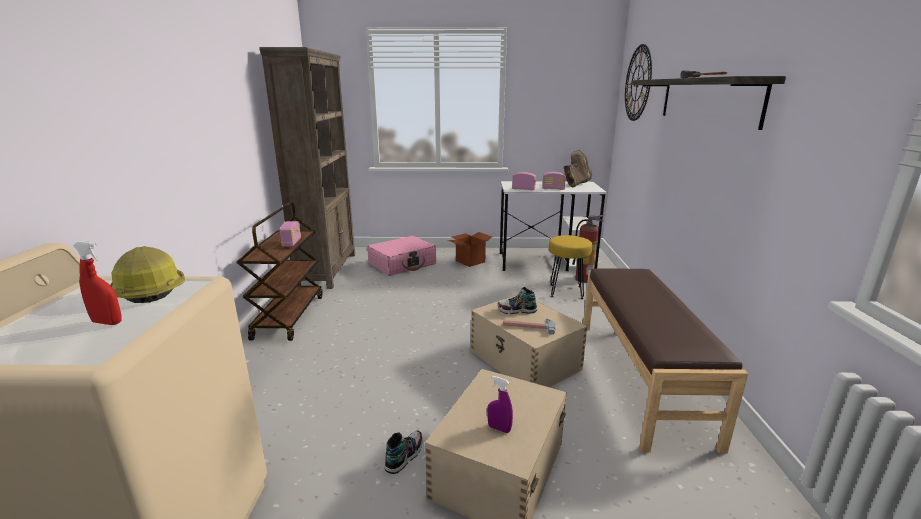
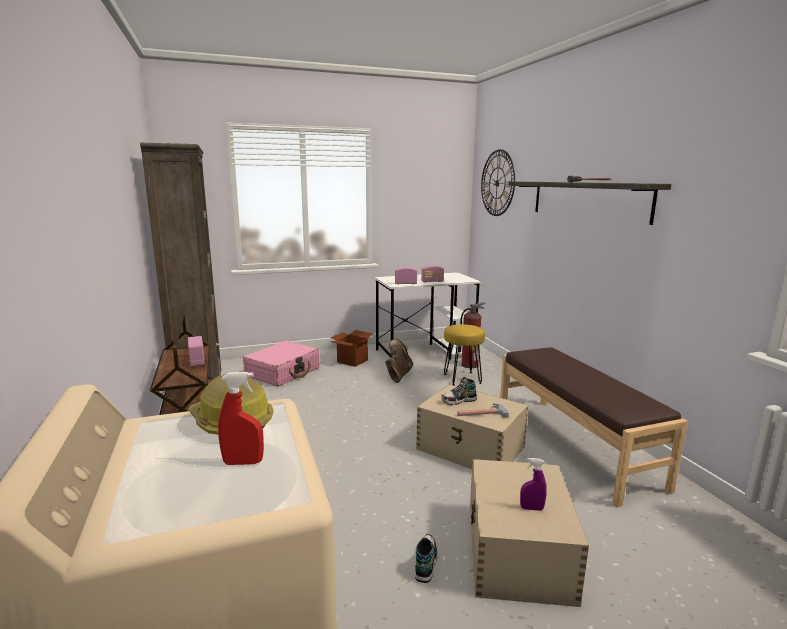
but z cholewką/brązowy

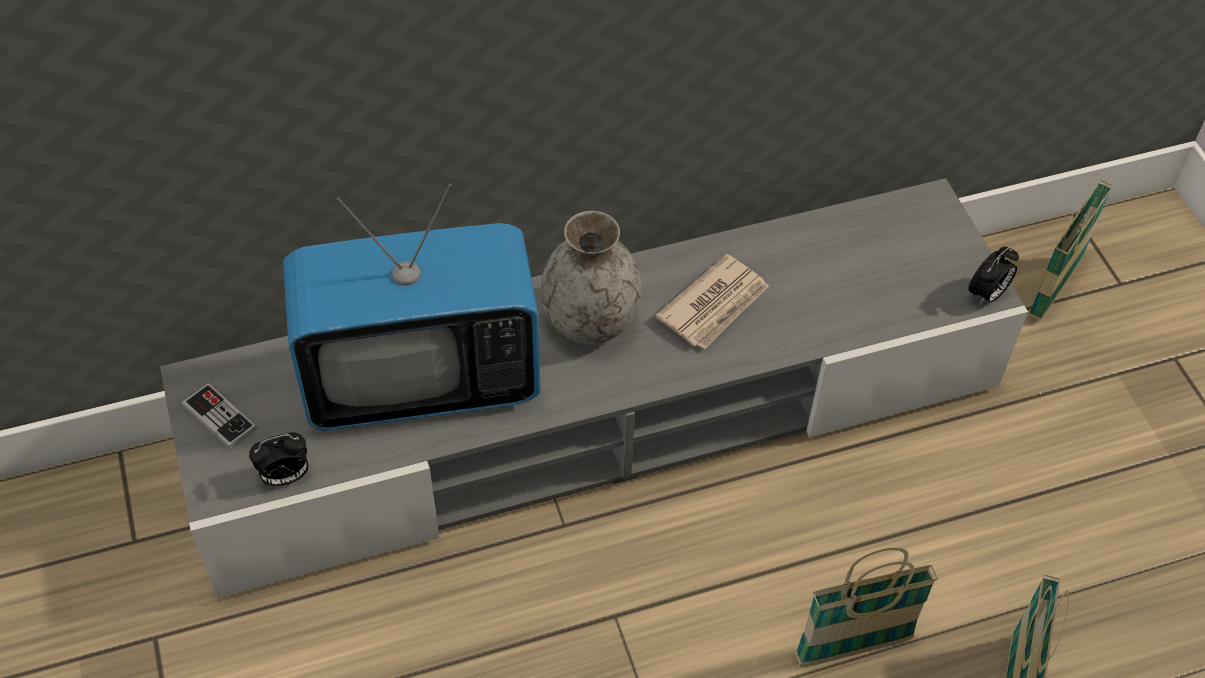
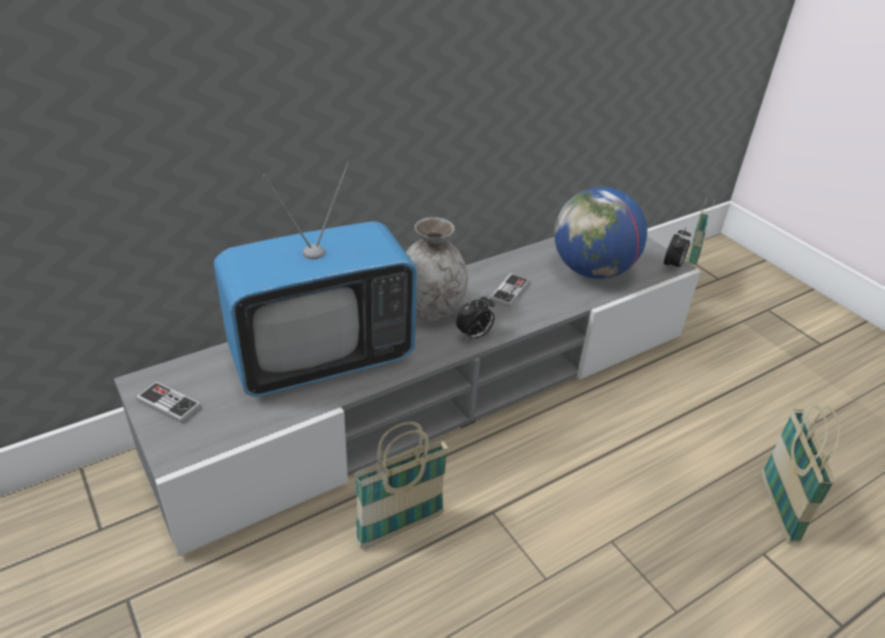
pad do gier (2nd from left)
budzik (1st from left)
koszyk (1st from left)
globus

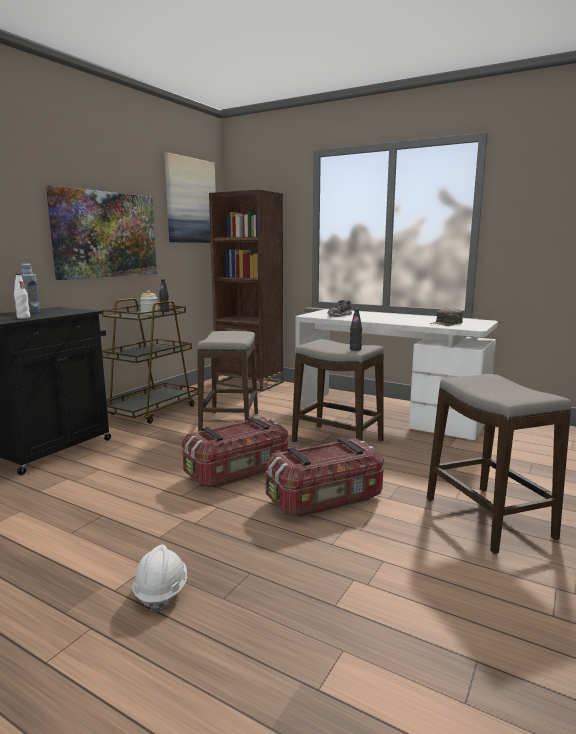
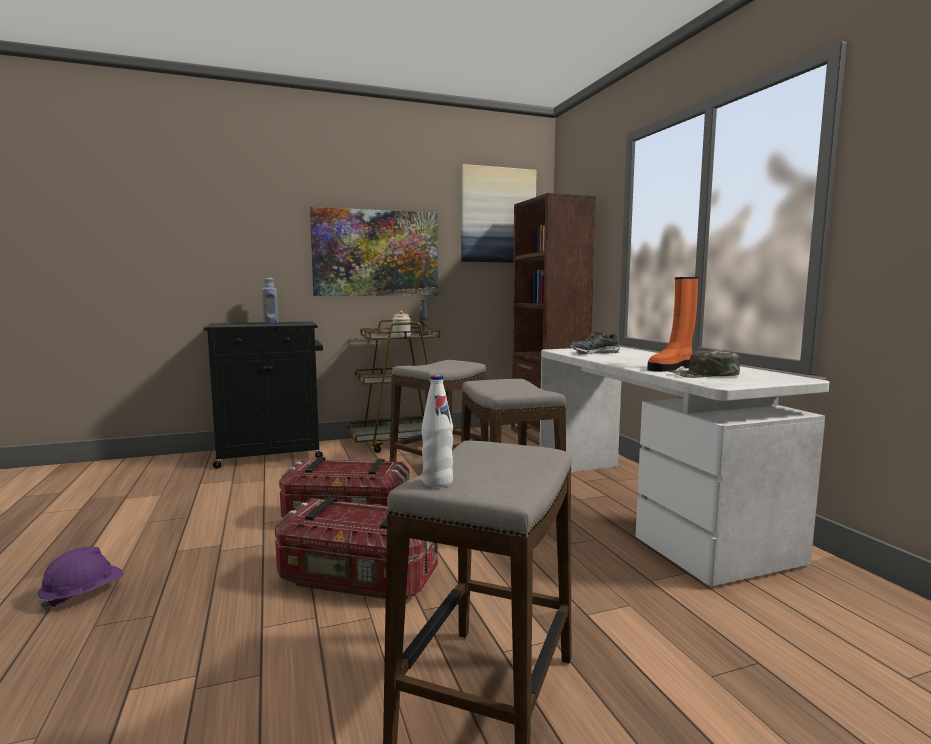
butelka/biały
butelka/czarny (2nd from left in the first image)
kask/fioletowy
but z cholewką/pomarańczowy

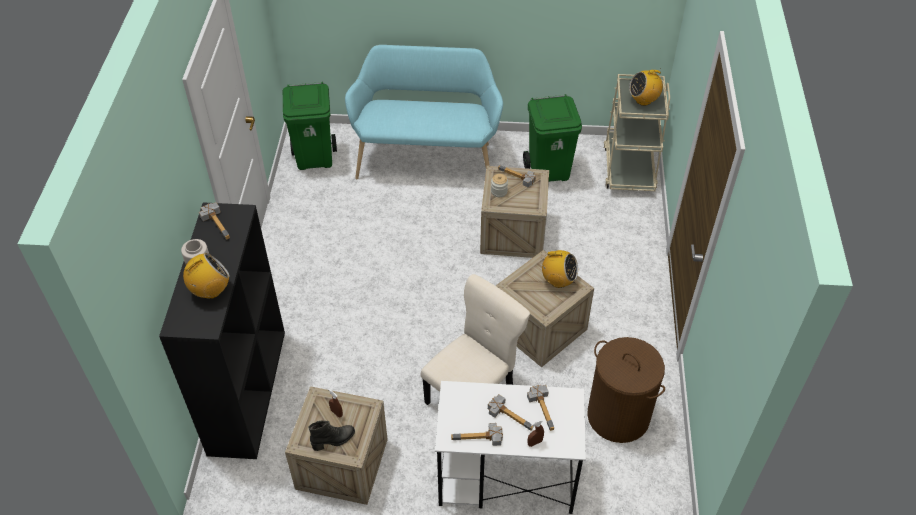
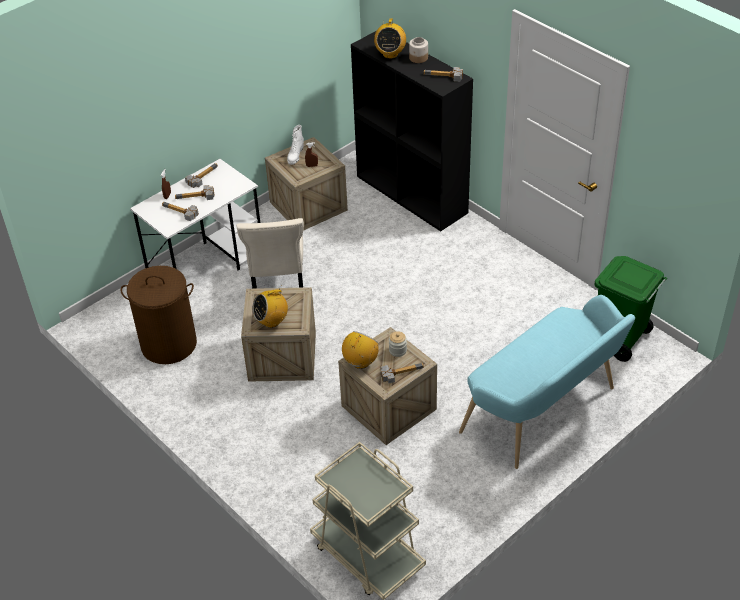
radio (2nd from left)
kosz na śmieci/zielony (2nd from left in the first image)
but z cholewką/biały

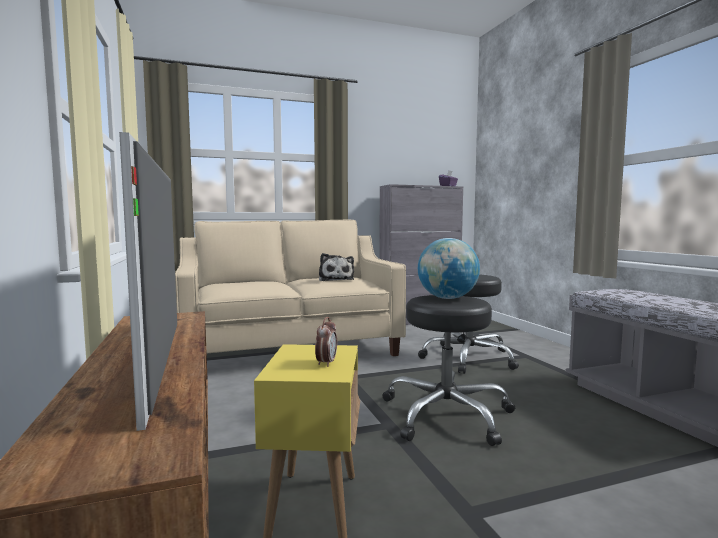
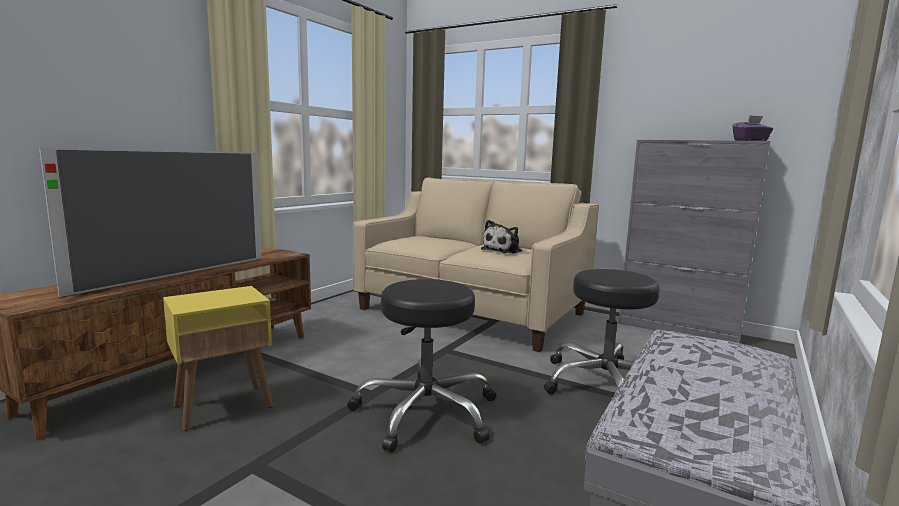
globus
budzik

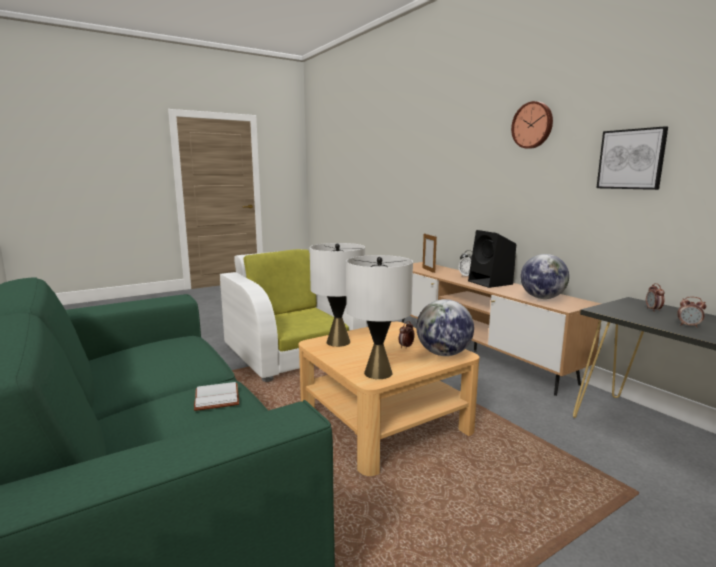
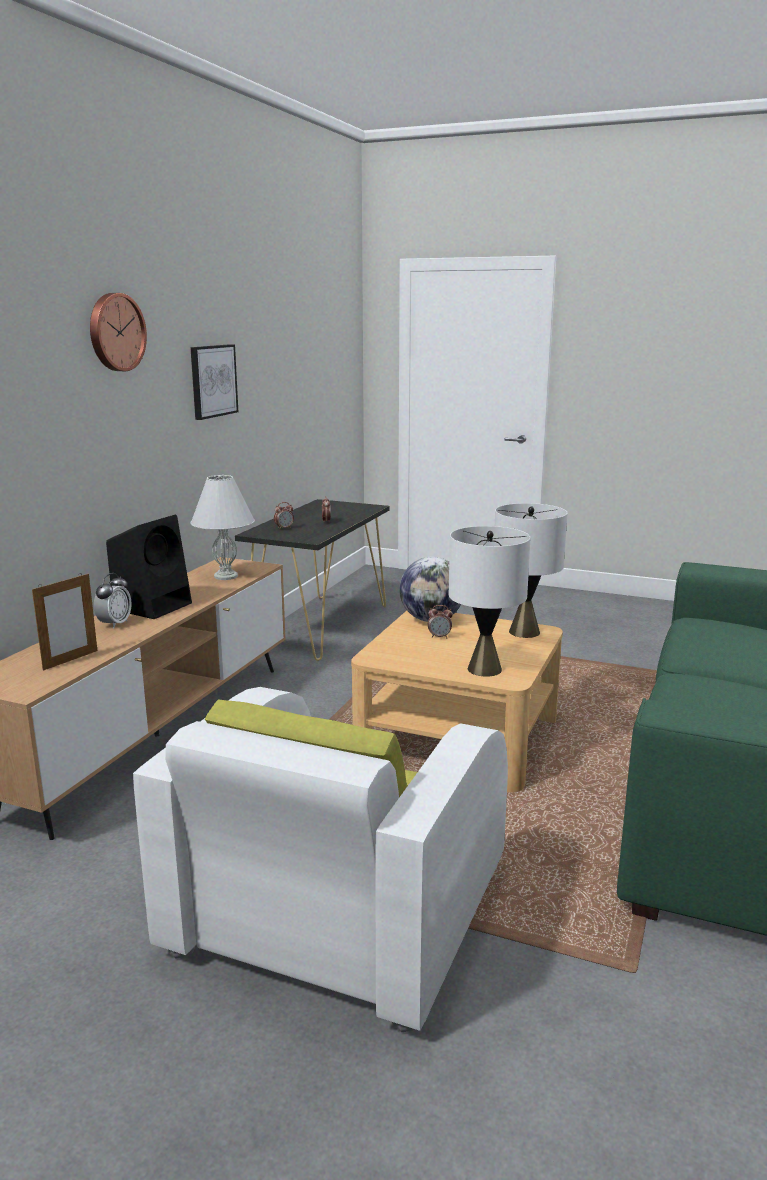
lampa stołowa/biały (1st from left)
książka/biały

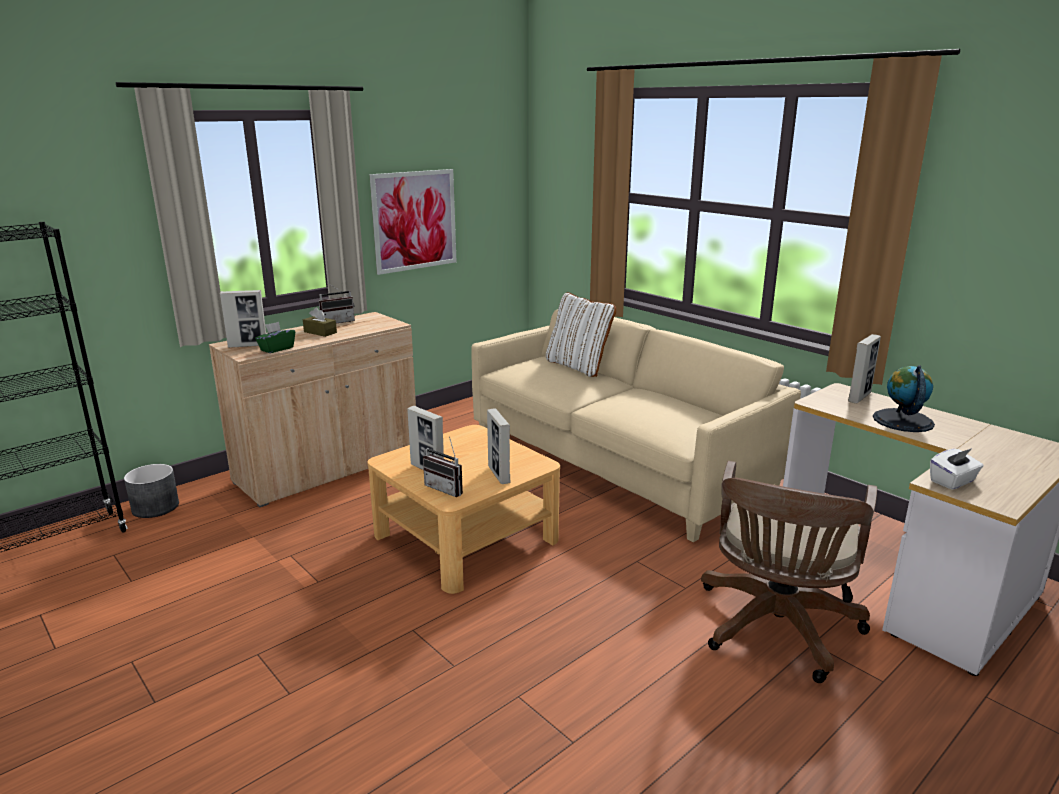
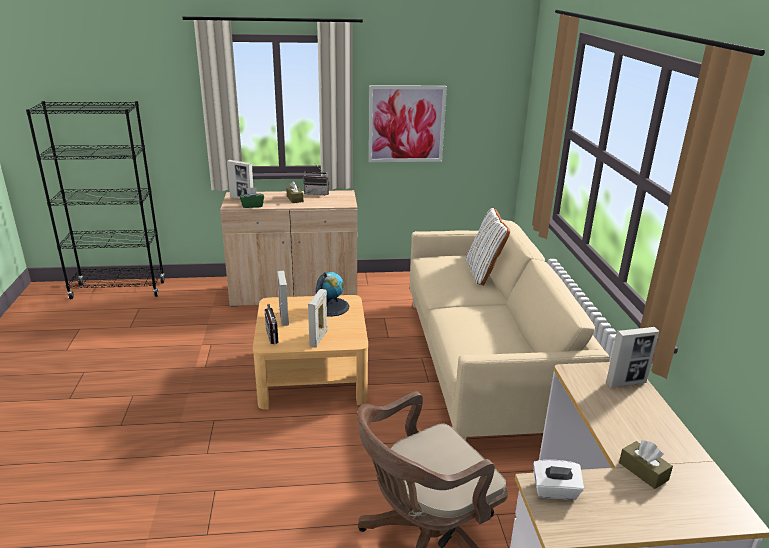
globus
donica/szary
pudełko chusteczek/brązowy (2nd from left)

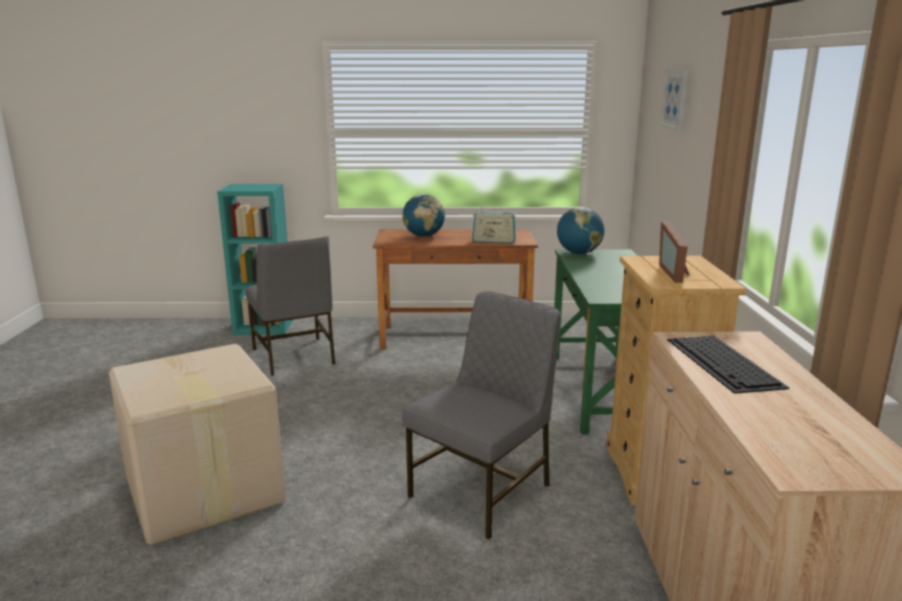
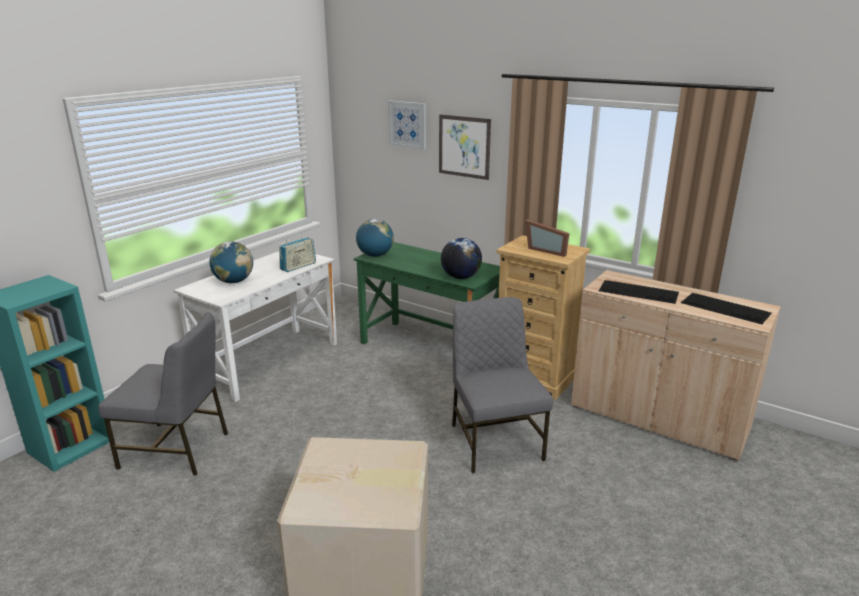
biurko/biały
obraz (2nd from left)
globus (3rd from left)
klawiatura (2nd from left)

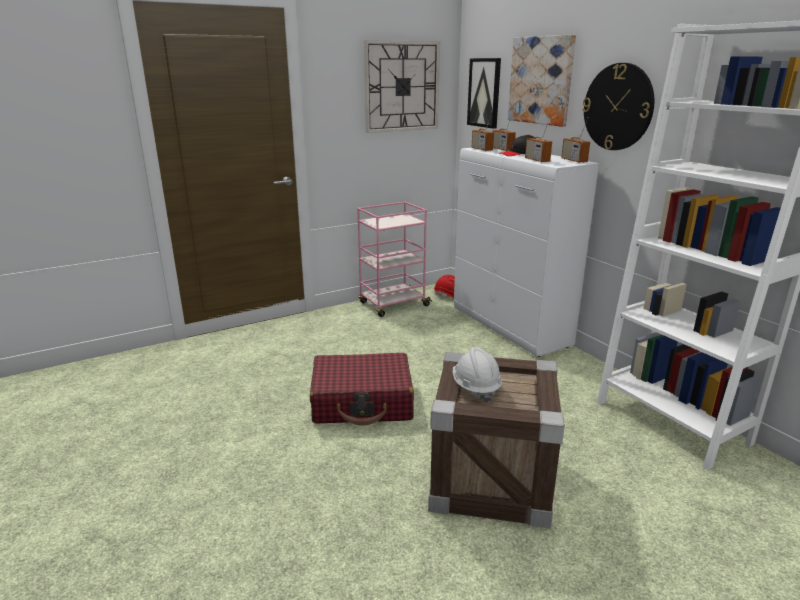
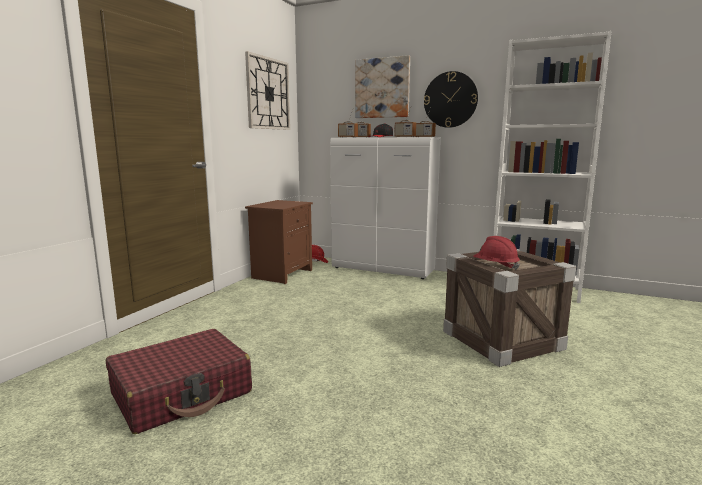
obraz (1st from left in the first image)
szafka nocna/brązowy
kask/czerwony (2nd from left)
walizka/czerwony

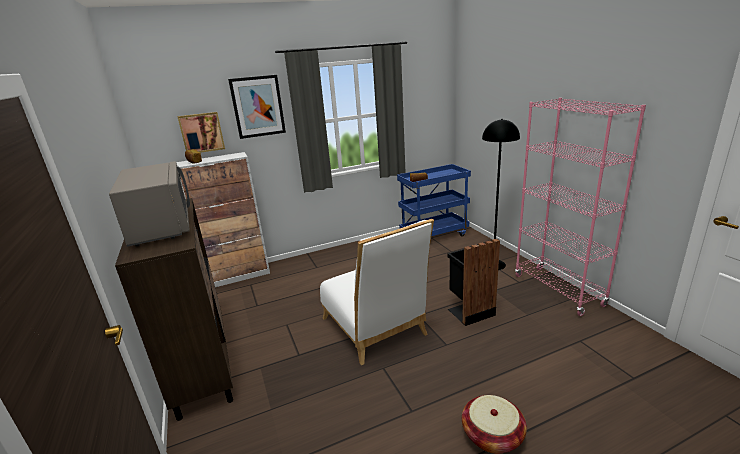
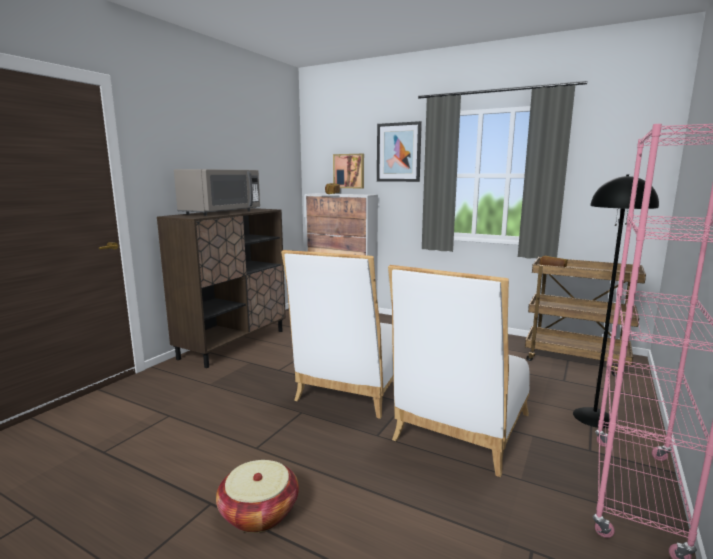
wózek/brązowy
krzesło/biały (2nd from left)

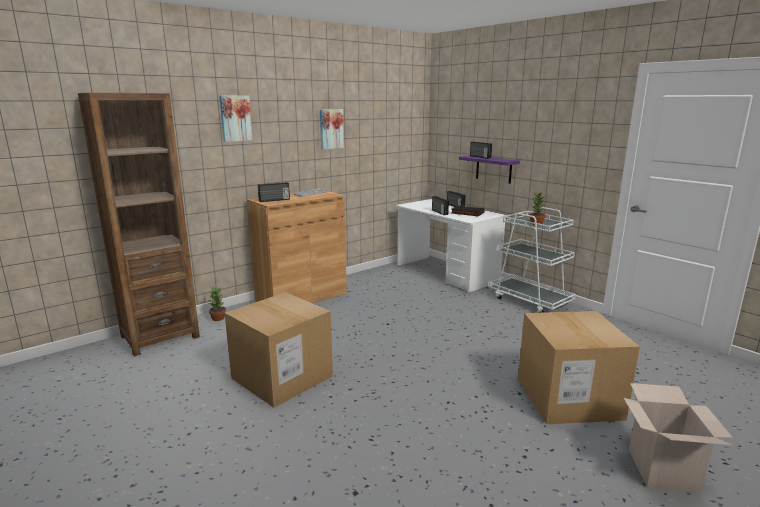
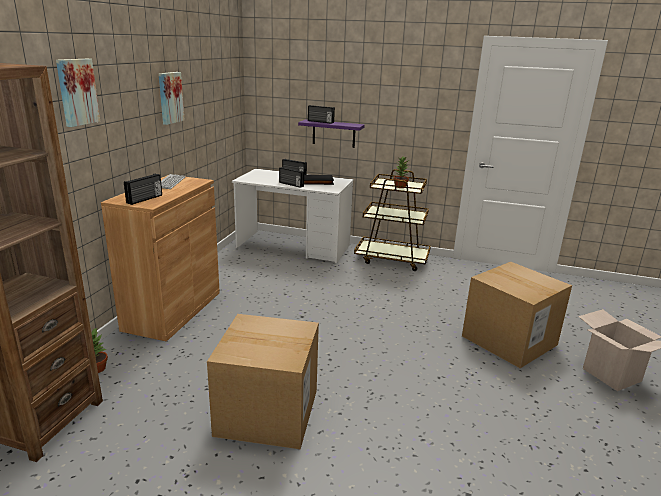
wózek/brązowy

